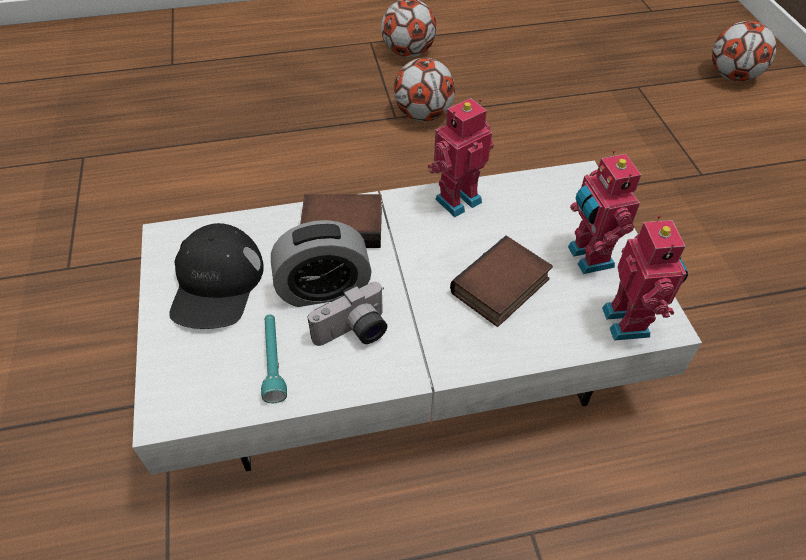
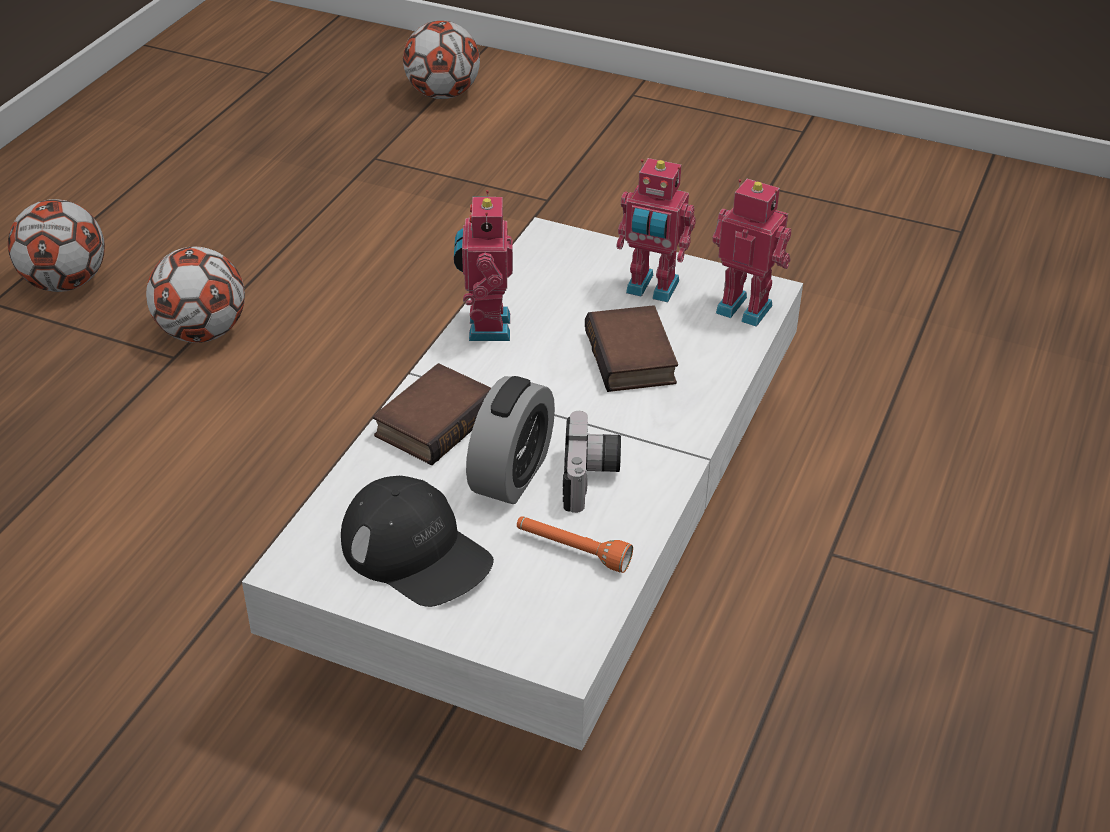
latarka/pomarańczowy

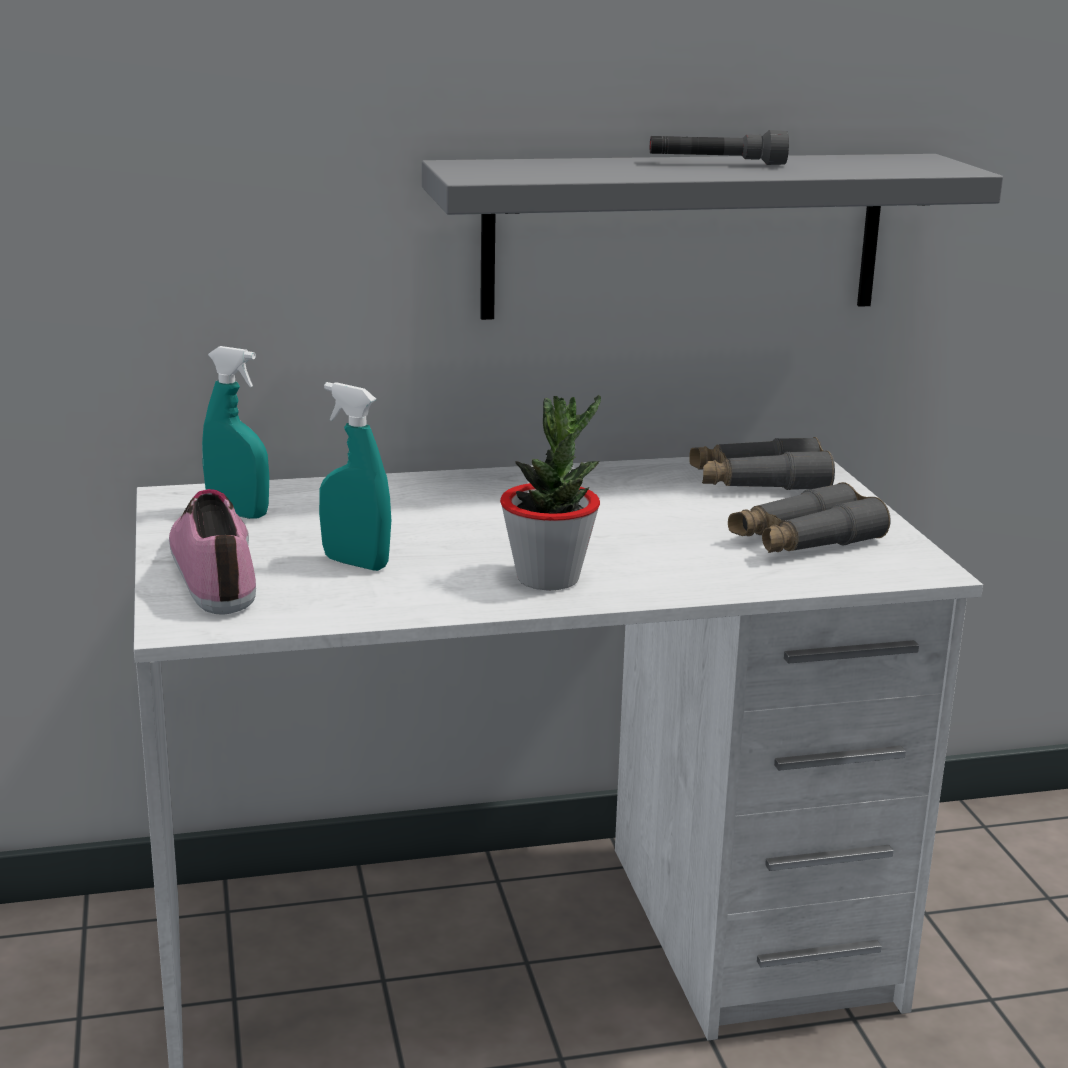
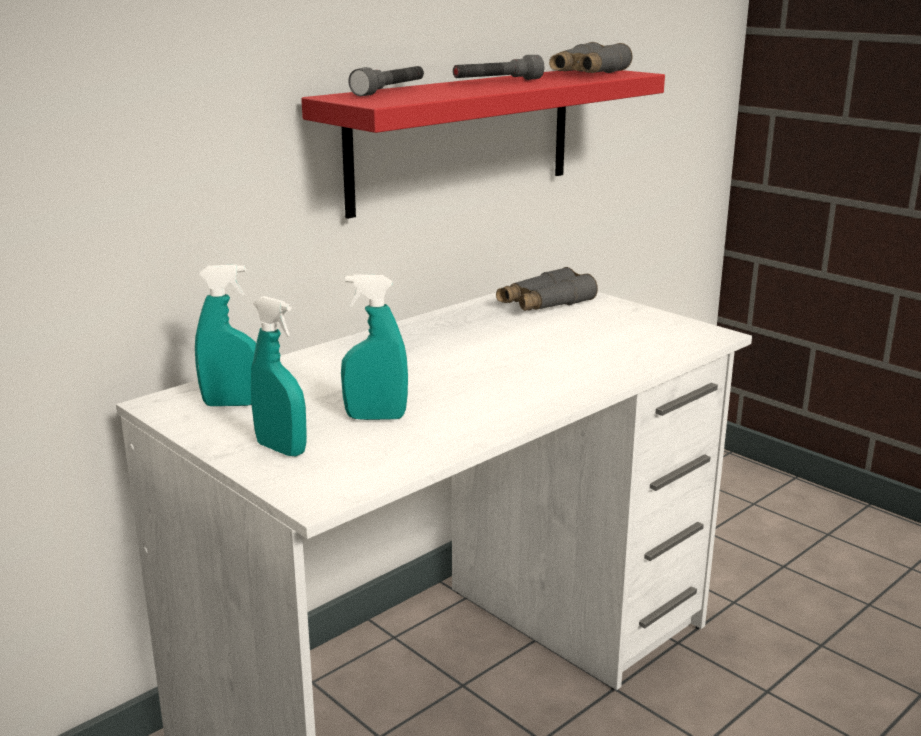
półka/czerwony
roślina doniczkowa
lornetka/szary (2nd from left)
spryskiwacz/turkusowy (2nd from left)
latarka/szary (1st from left)

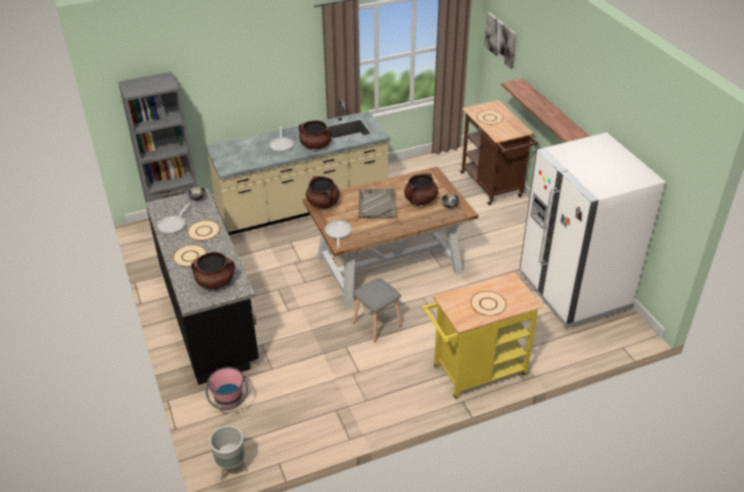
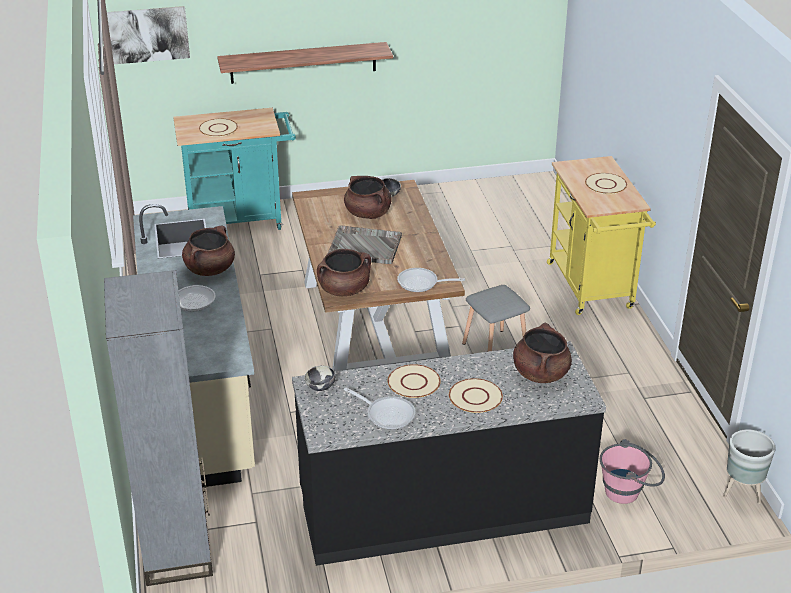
wózek/turkusowy
lodówka/biały

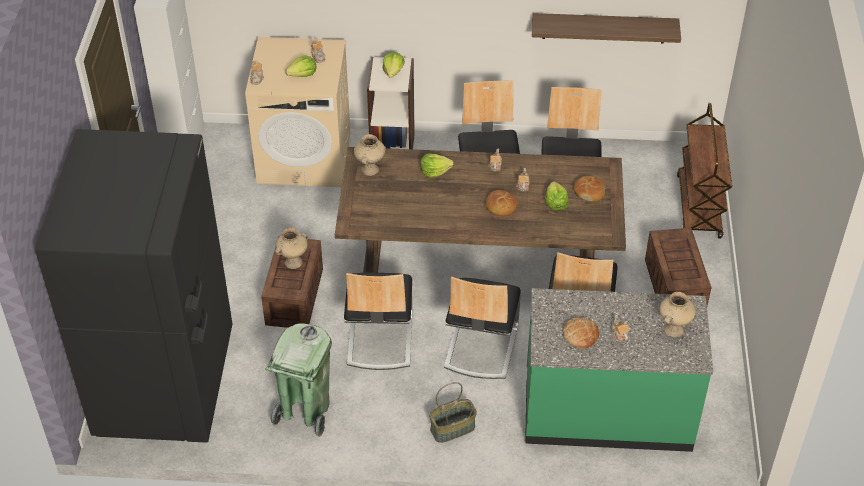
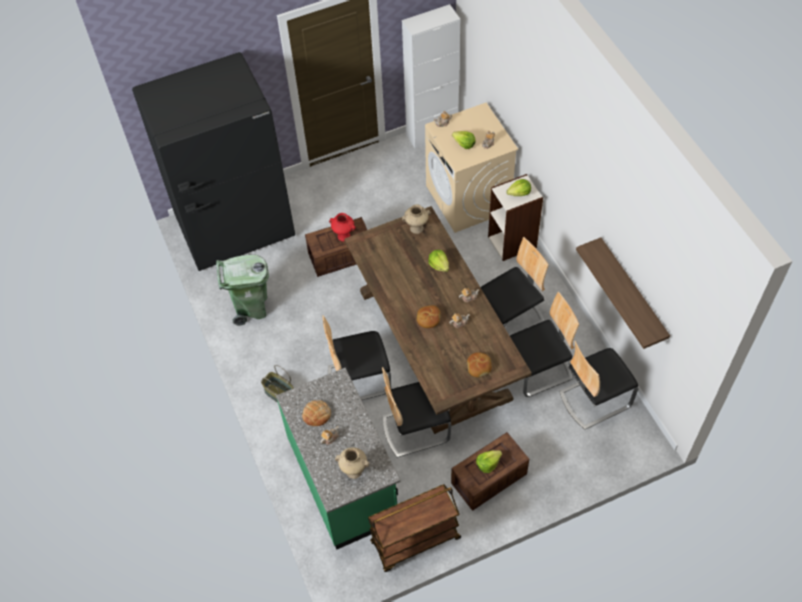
wózek/brązowy
sałata (3rd from left)
wazon/czerwony
krzesło (5th from left)

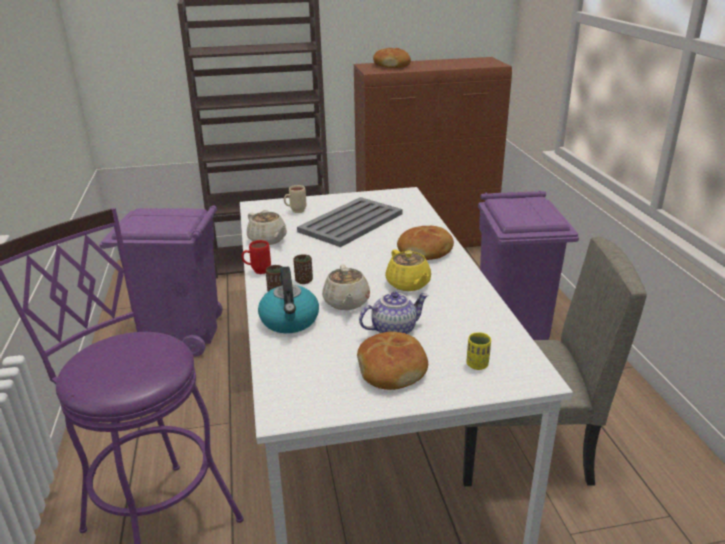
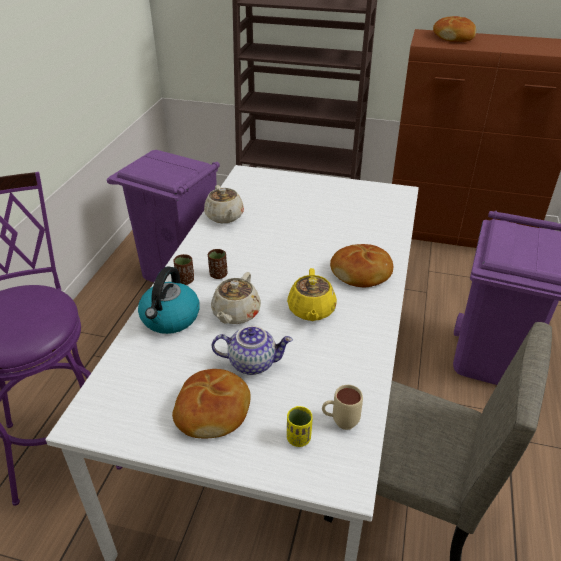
kubek/beżowy
taca/szary
kubek/czerwony

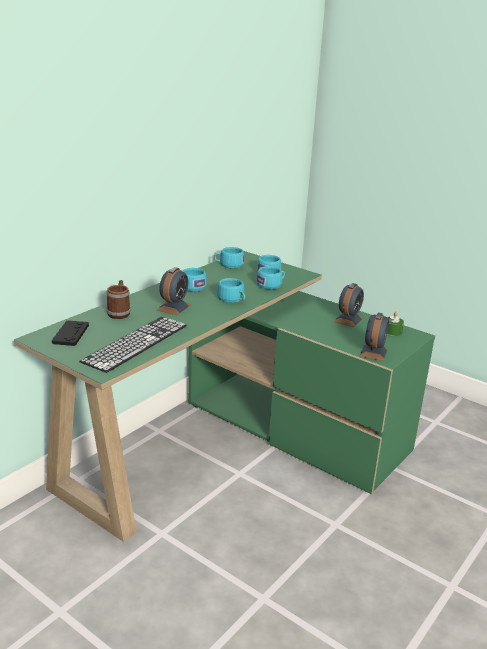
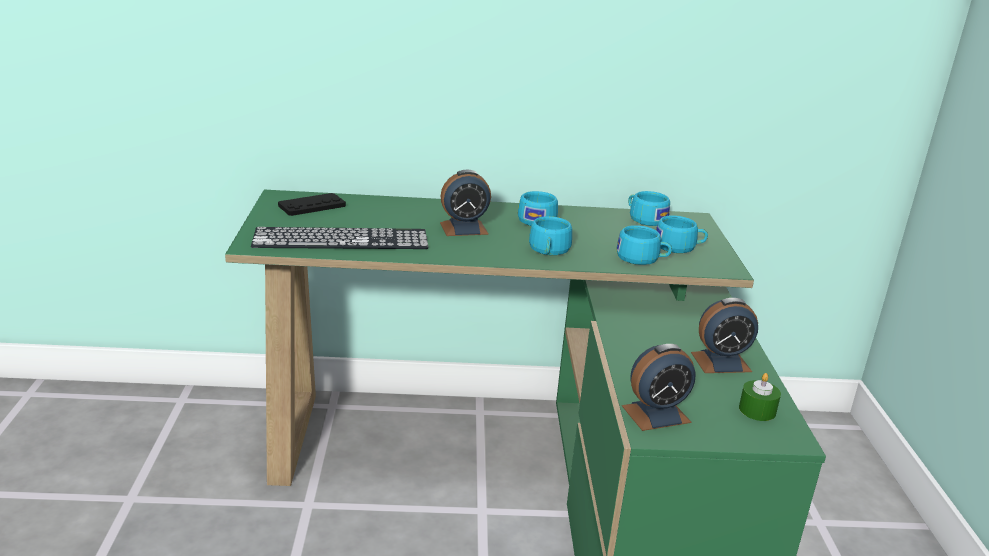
kubek

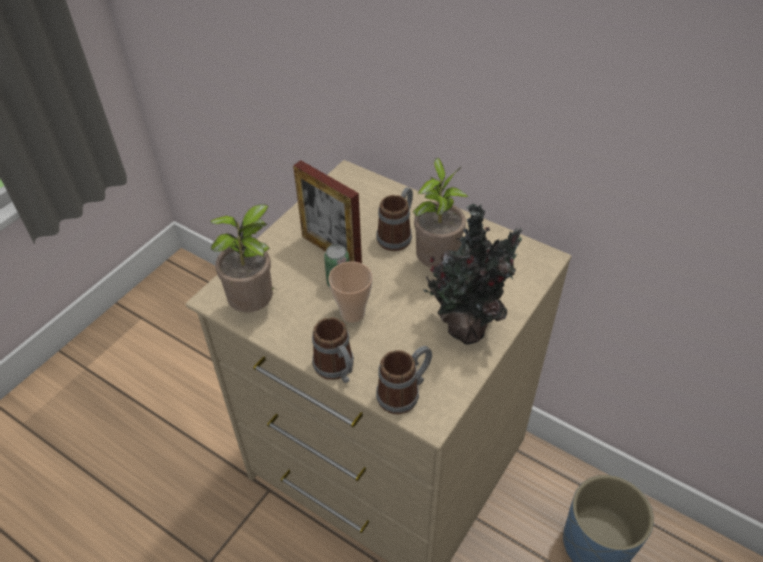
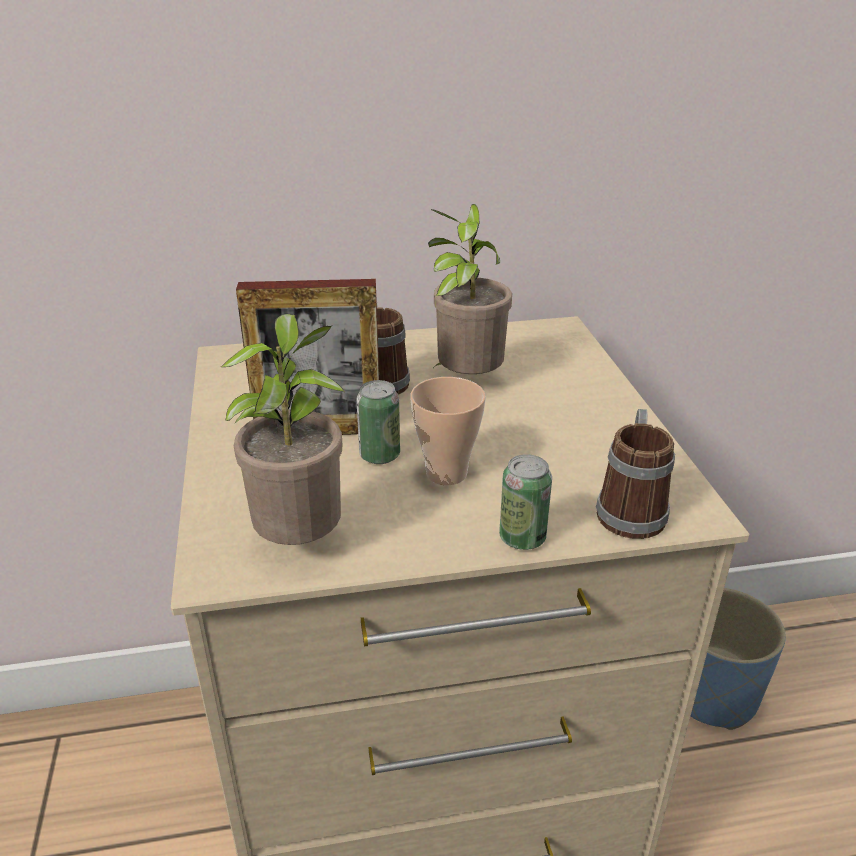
roślina doniczkowa (3rd from left in the first image)
puszka (2nd from left)

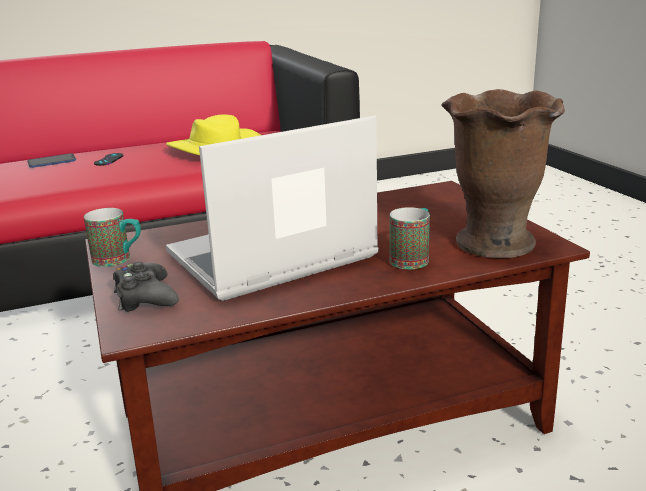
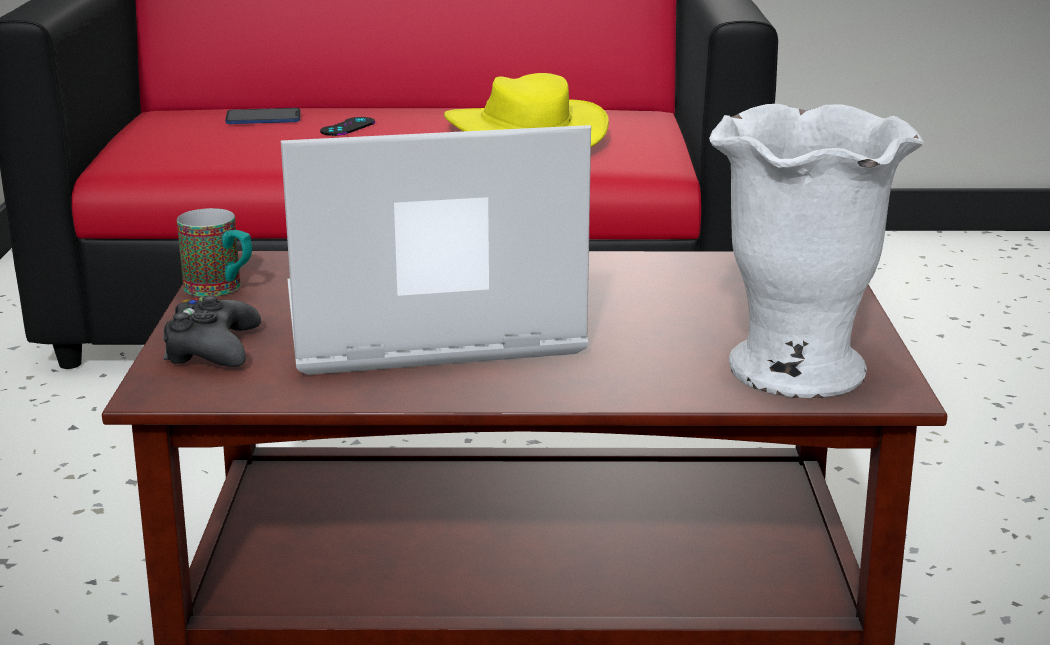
wazon/biały
kubek (2nd from left in the first image)

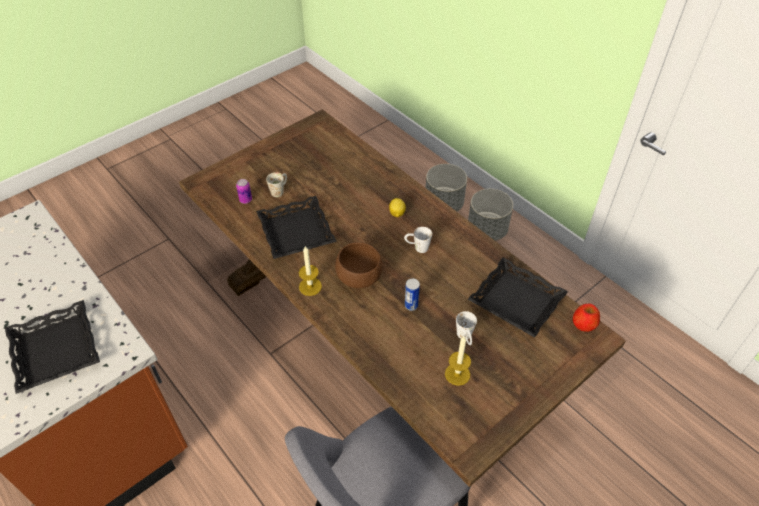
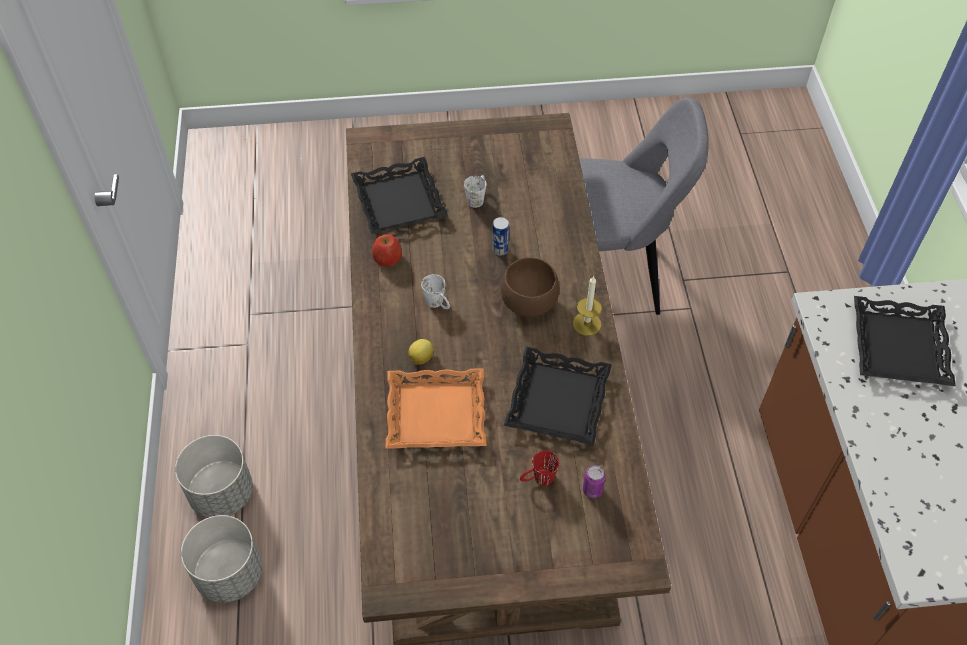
kubek/czerwony
jabłko
świeca (2nd from left in the first image)
taca/pomarańczowy

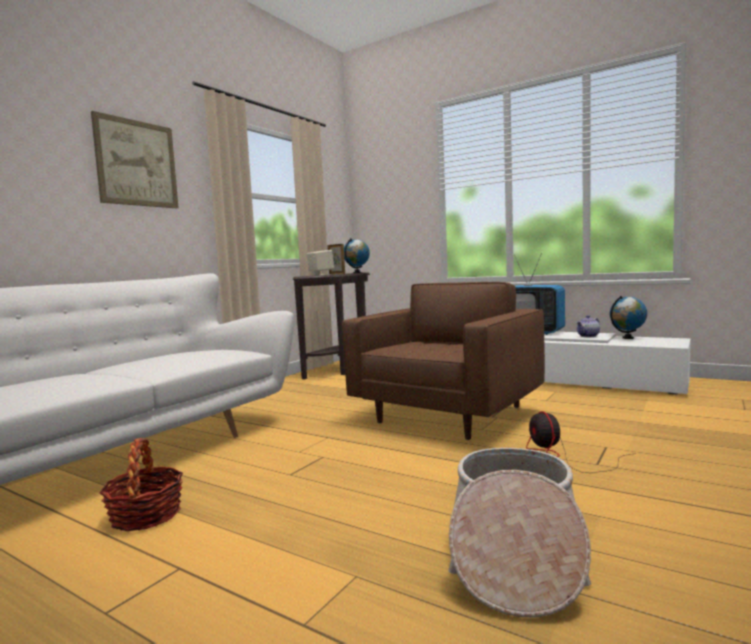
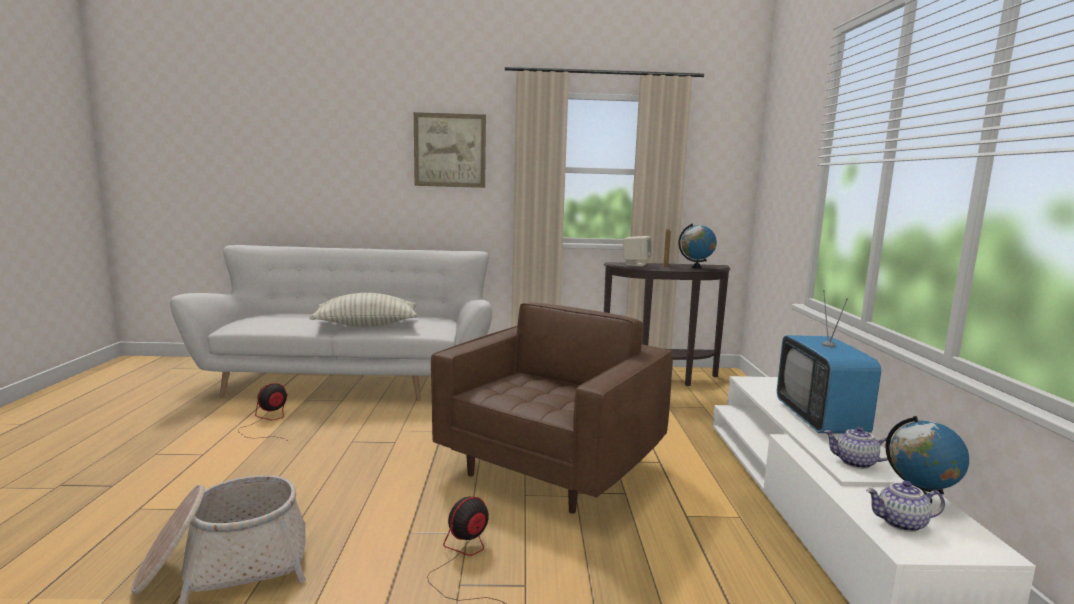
fotel/brązowy
wentylator (1st from left)
poduszka
imbryk (2nd from left)

